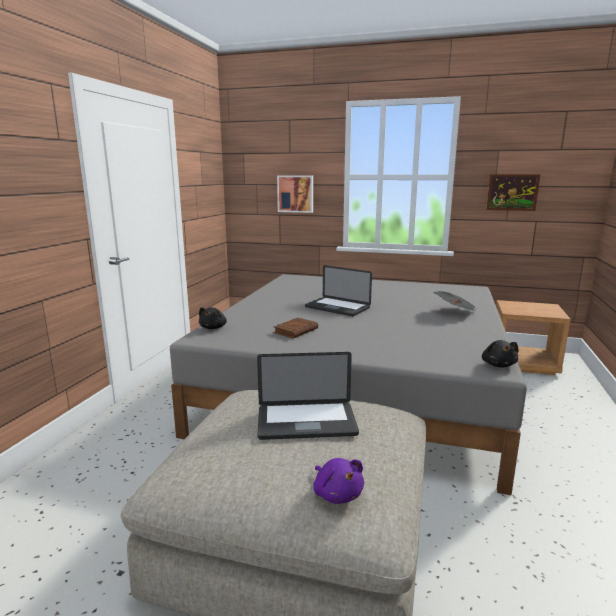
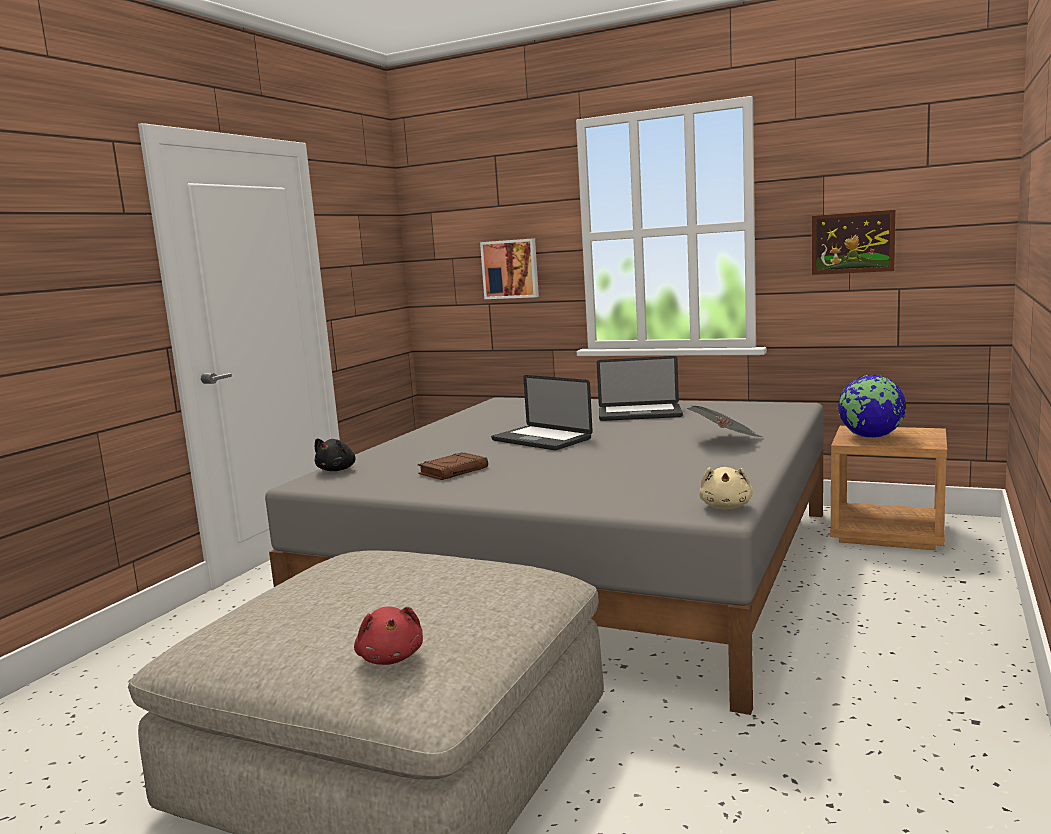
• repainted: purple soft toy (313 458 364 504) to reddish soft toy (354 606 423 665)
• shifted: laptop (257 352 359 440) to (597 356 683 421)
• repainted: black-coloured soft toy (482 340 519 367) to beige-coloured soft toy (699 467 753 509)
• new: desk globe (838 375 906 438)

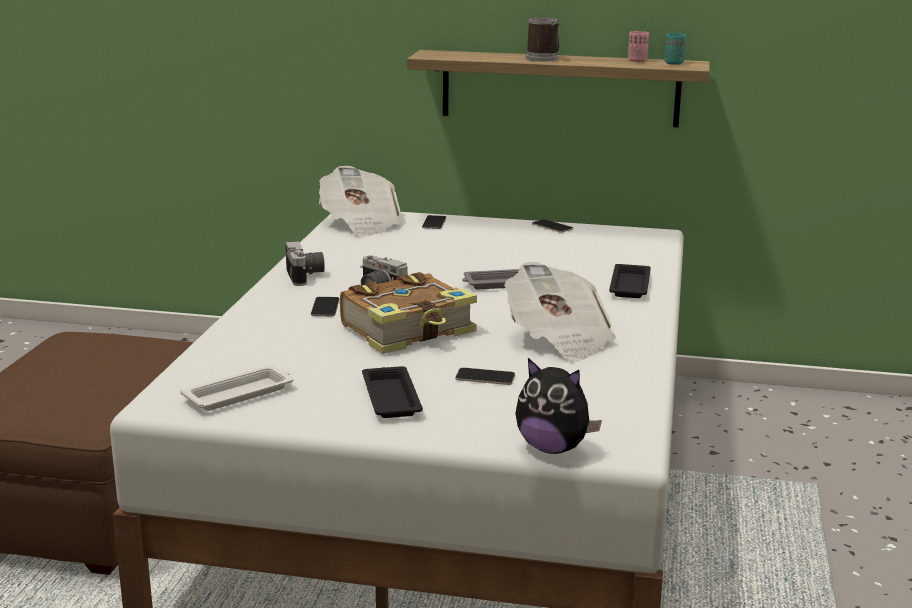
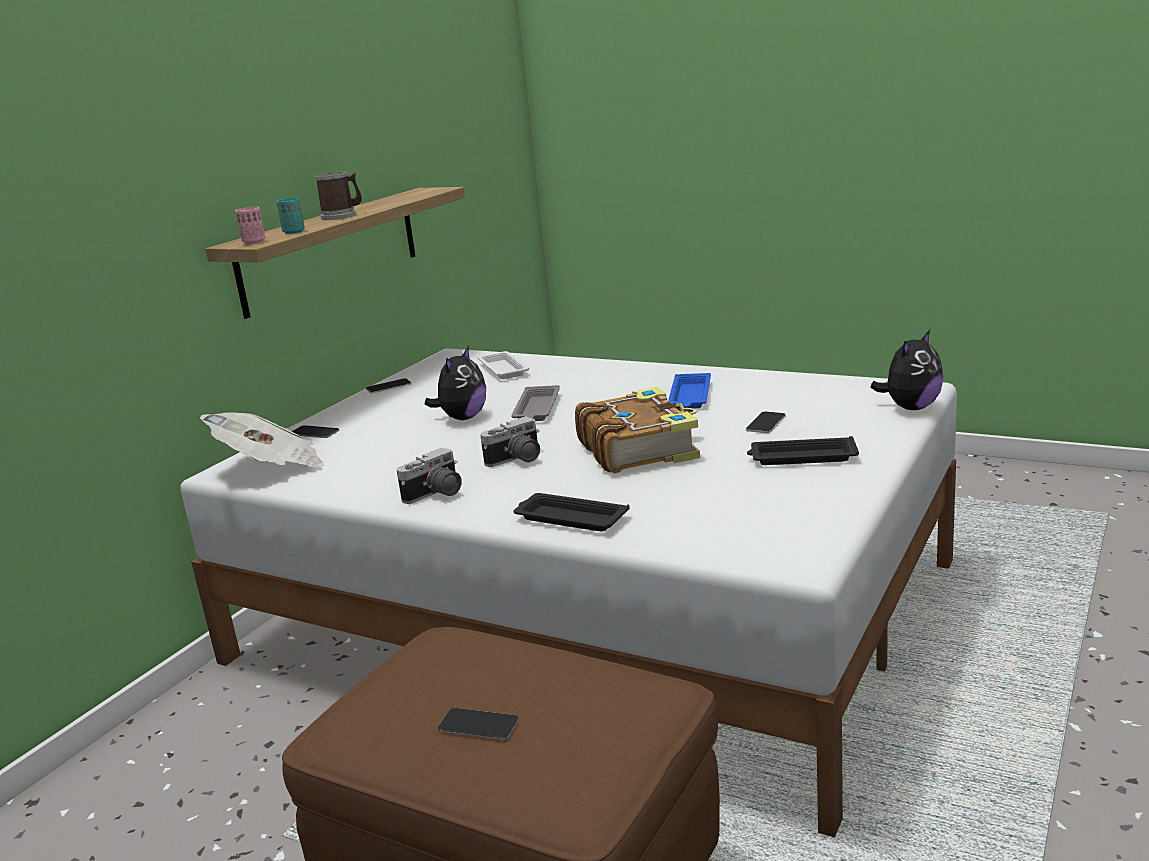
• shifted: pinkish cup (628 31 649 62) to (235 207 265 244)
• shifted: blue-green cup (664 33 686 65) to (277 198 305 234)
• rotated: still camera (285 241 325 286) = (396 447 462 504) 135 degrees clockwise
• new: soft toy (425 346 486 420)
• shifted: phone (311 297 339 316) to (438 708 519 740)
• shifted: white carrying tray (180 366 294 411) to (478 351 529 379)
• shifted: black-coloured carrying tray (609 264 651 298) to (514 493 630 532)
• swapped: daily paper (505 262 616 362) to blue carrying tray (668 373 711 409)

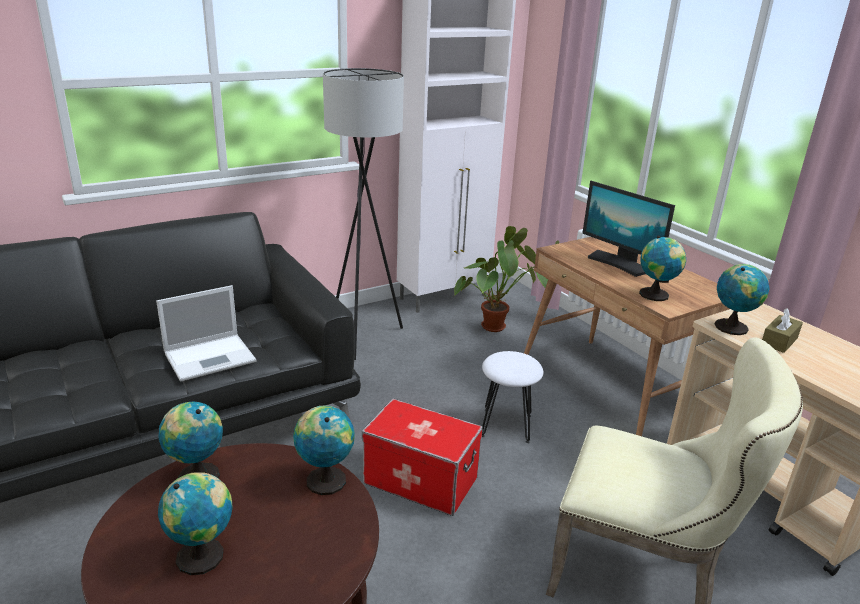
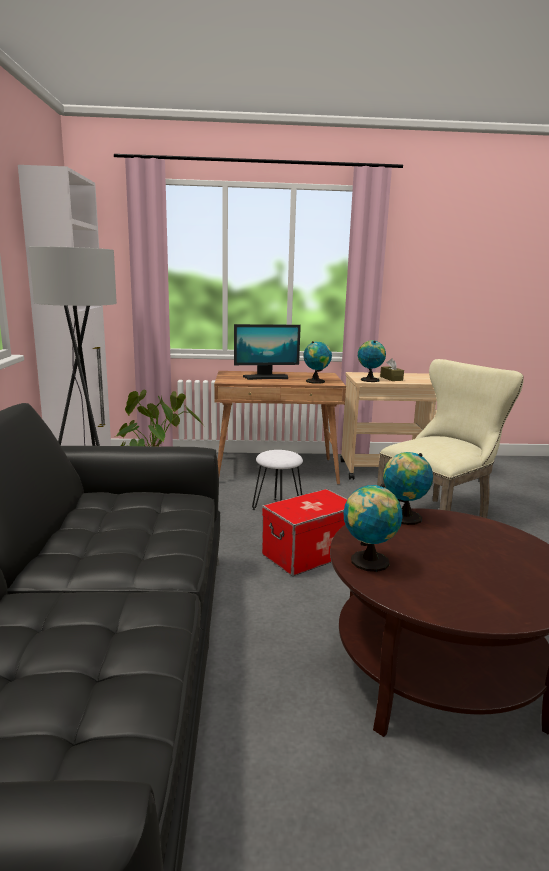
• gone: laptop (156 285 257 382)
• gone: desk globe (158 472 233 575)

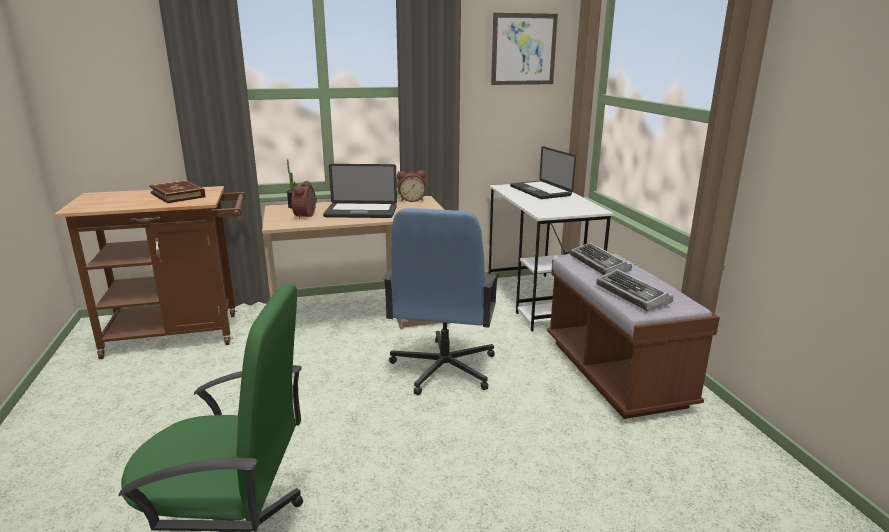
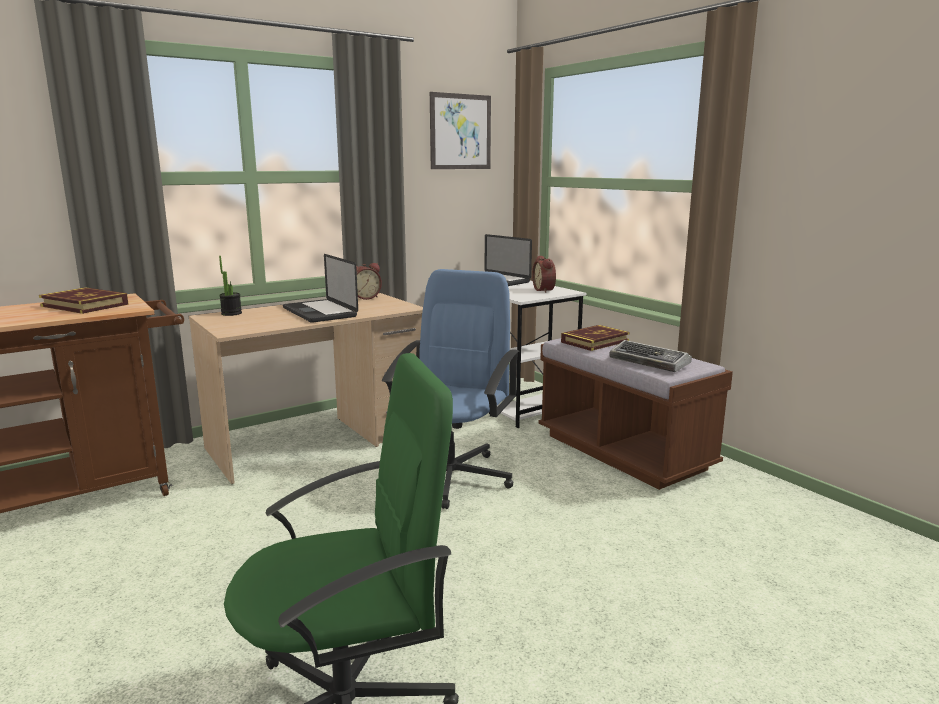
• rotated: laptop (323 164 397 218) = (283 254 358 323) 75 degrees clockwise
• rotated: blue computer chair (383 208 499 395) = (382 269 519 509) 150 degrees counterclockwise
• shifted: bedside clock (291 180 317 219) to (532 255 556 293)
• swapped: keyboard (570 243 632 275) to volume (561 325 630 351)

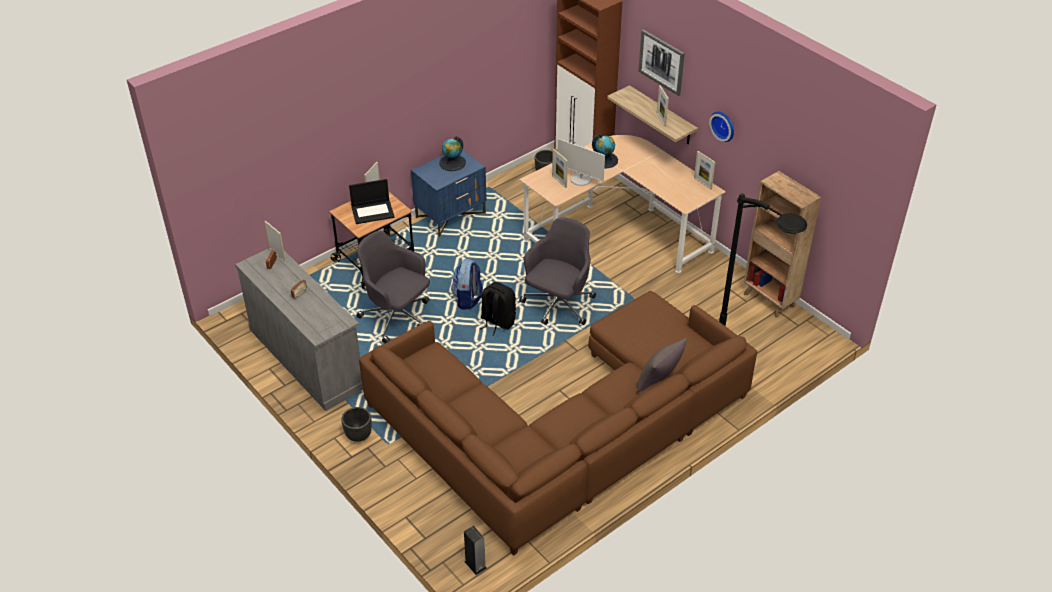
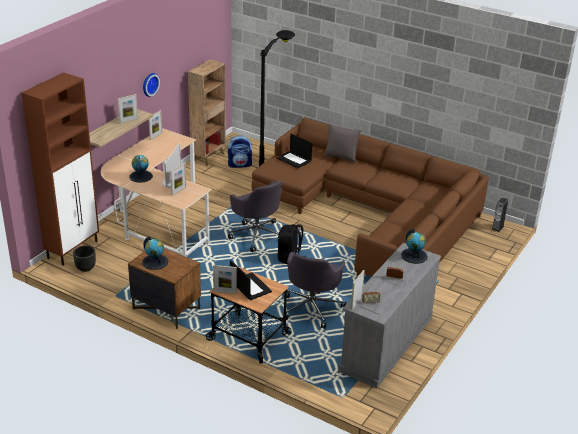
• repainted: blue nightstand (411 150 487 237) to brownish nightstand (128 248 201 329)
• shifted: rucksack (451 258 483 310) to (228 135 252 168)
• rotated: gray computer chair (519 217 596 325) = (228 181 282 252) 135 degrees counterclockwise
• new: laptop (277 134 313 168)
• new: desk globe (401 229 428 264)
• gone: black-coloured flower pot (341 407 372 442)
• gone: wall picture (638 29 685 96)

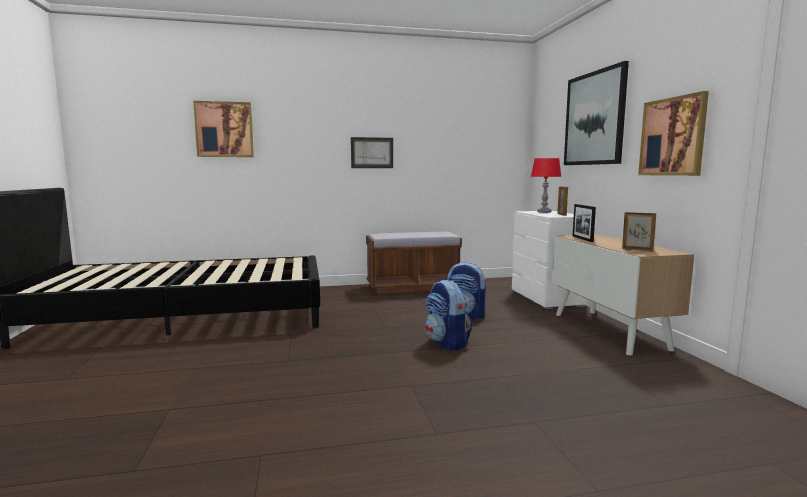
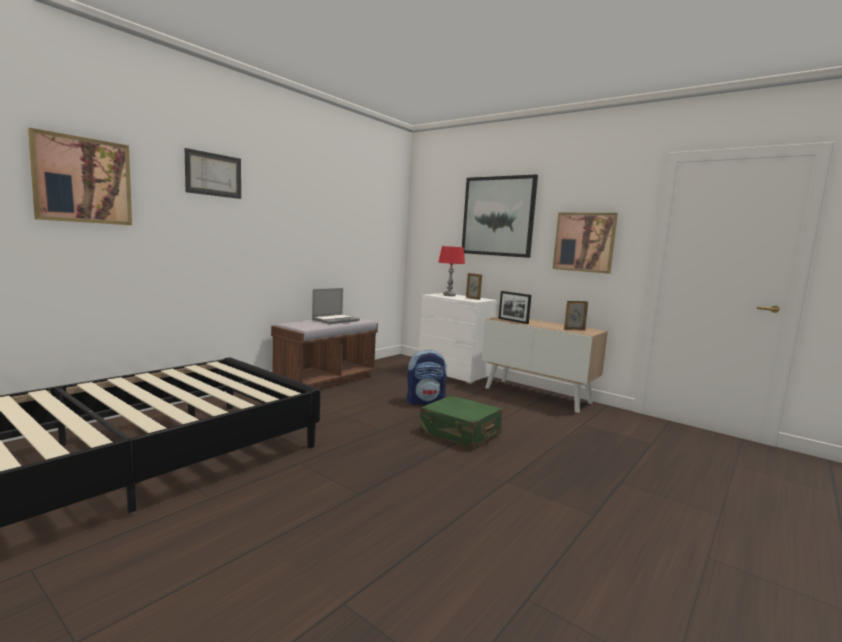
• shifted: wall picture (351 137 393 168) to (185 148 241 199)
• new: laptop (312 288 360 324)
• swapped: rucksack (425 280 472 351) to green-coloured piece of luggage (420 395 503 449)

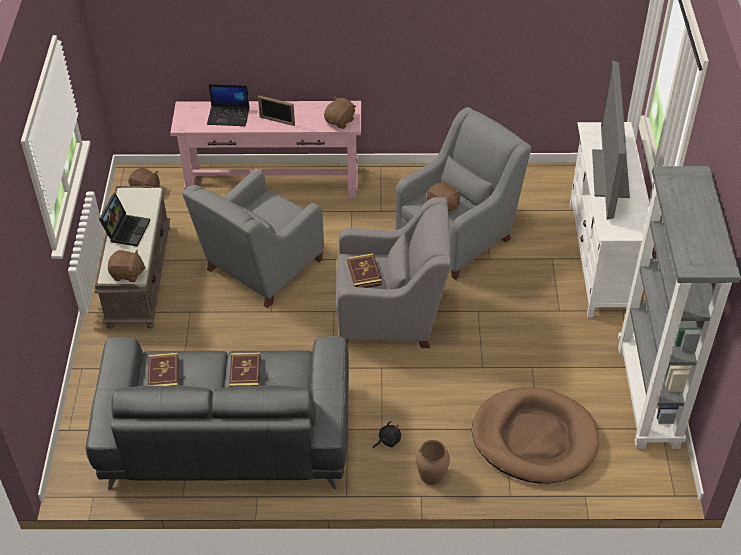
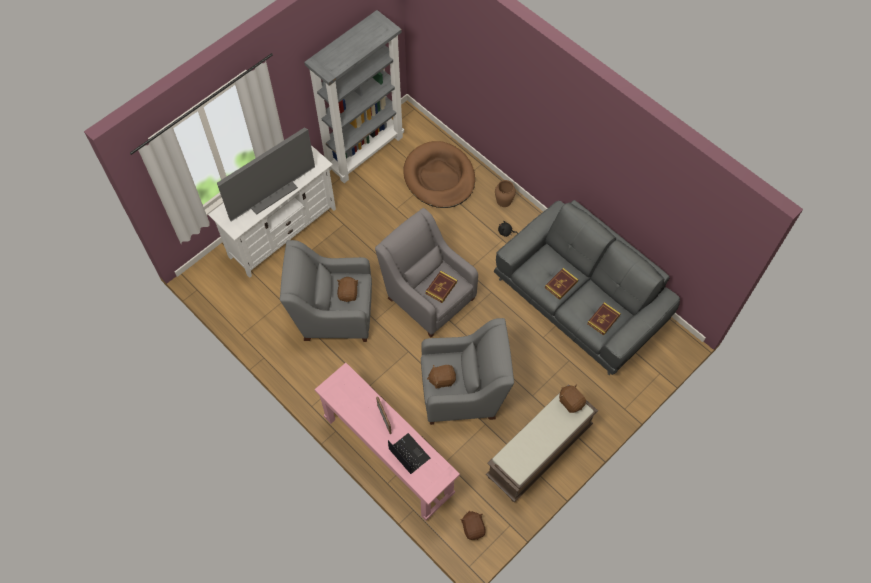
• shifted: brownish soft toy (324 97 356 129) to (427 365 456 389)
• gone: laptop (99 193 151 246)

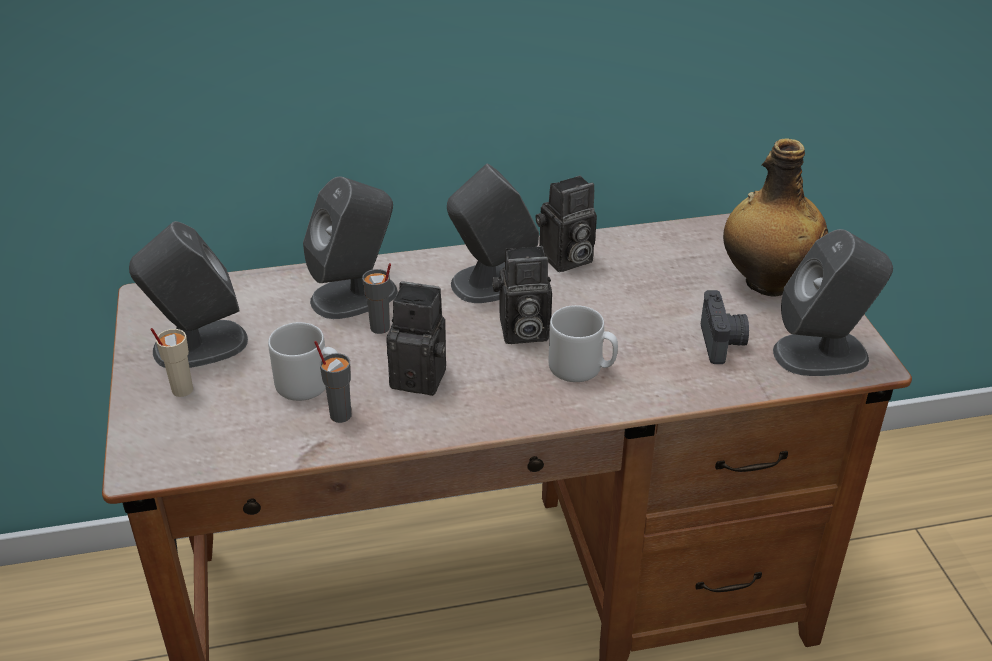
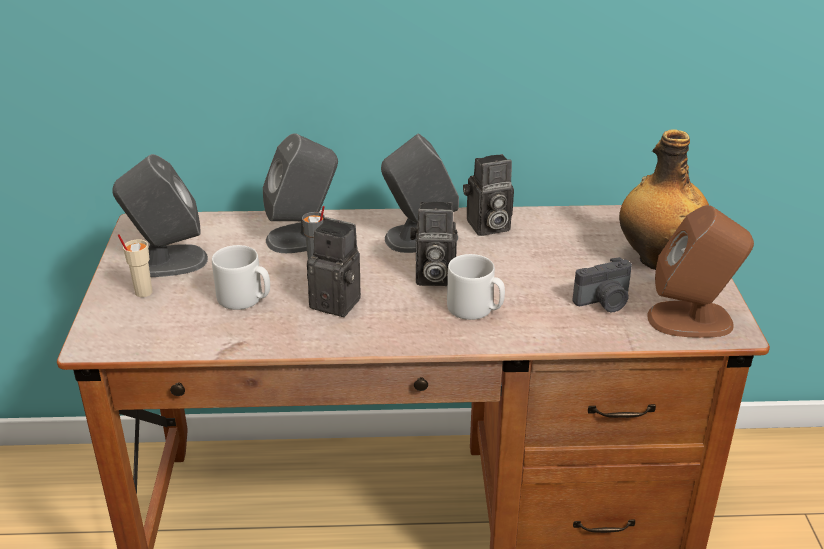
• rotated: still camera (701 290 749 364) = (572 257 632 312) 60 degrees clockwise
• repainted: gray loudspeaker (773 229 893 376) to brownish loudspeaker (647 205 754 338)
• gone: gray cup (314 341 351 423)

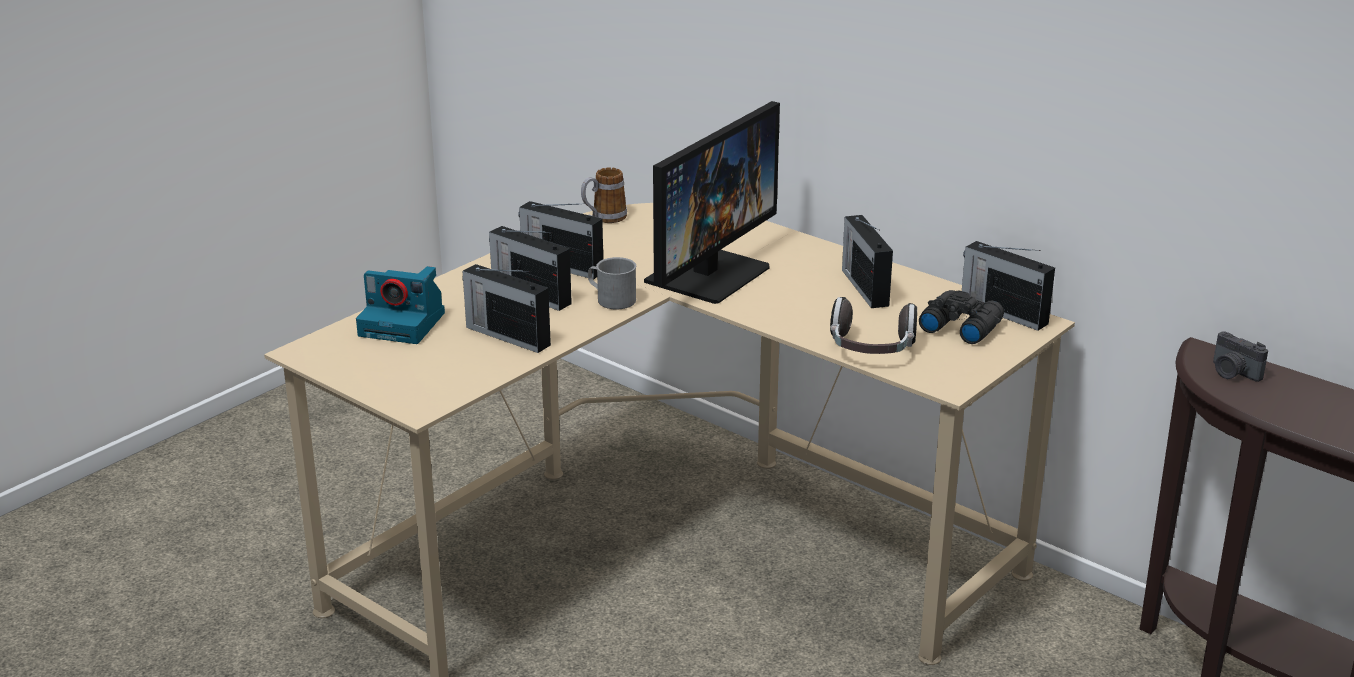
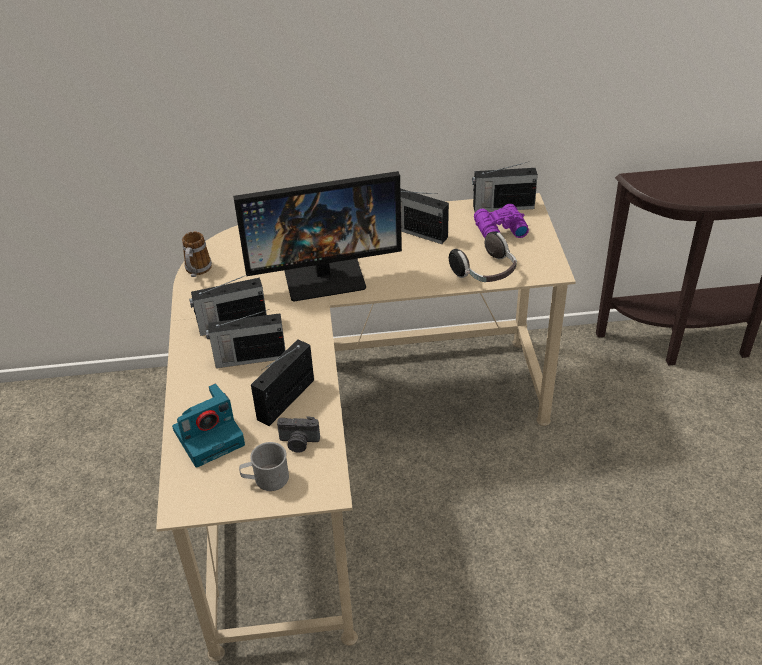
• rotated: monitor (644 101 780 304) = (233 171 402 302) 90 degrees clockwise
• shifted: gray coffee mug (588 257 636 309) to (239 442 289 491)
• rotated: radio set (462 264 551 353) = (251 339 314 426) 135 degrees clockwise
• shifted: still camera (1213 331 1268 382) to (277 416 320 452)
• repainted: black-coloured pair of binoculars (919 290 1004 344) to purple pair of binoculars (474 204 529 238)

